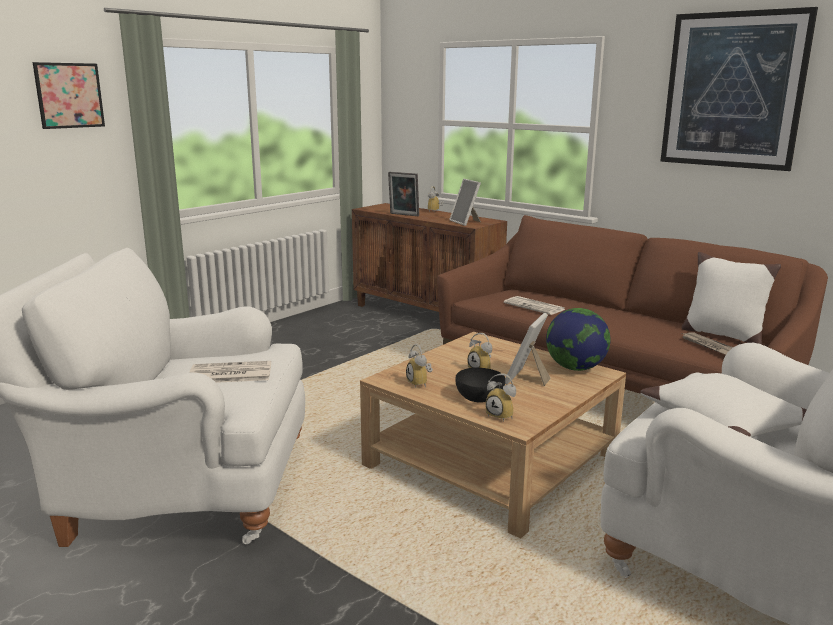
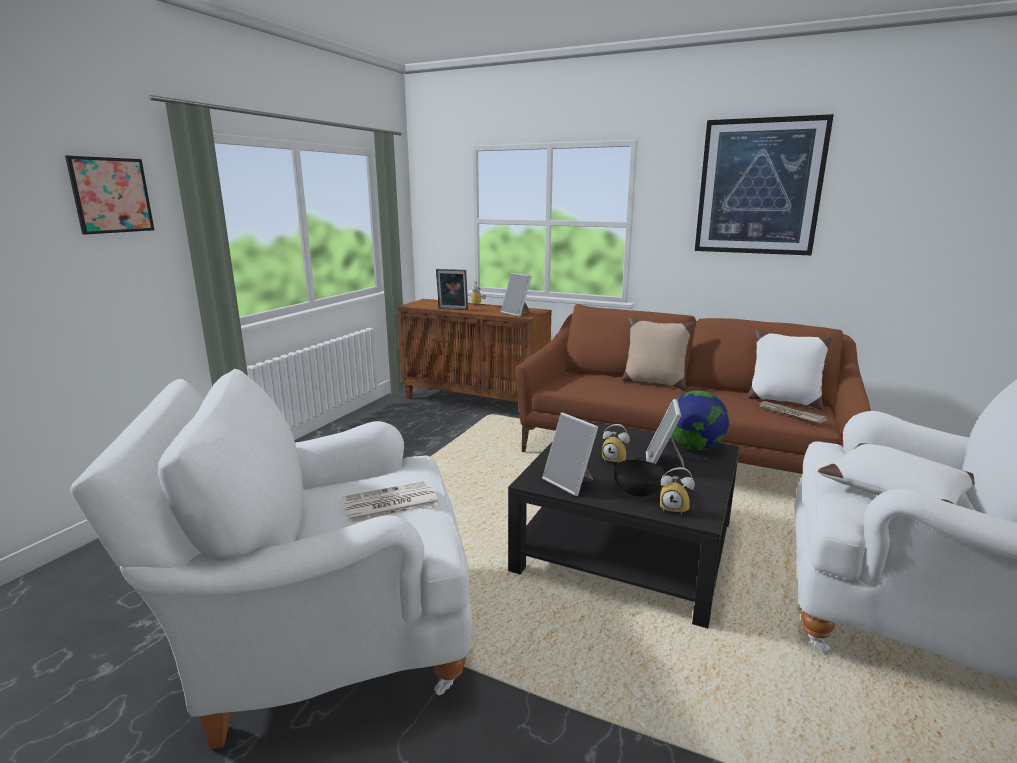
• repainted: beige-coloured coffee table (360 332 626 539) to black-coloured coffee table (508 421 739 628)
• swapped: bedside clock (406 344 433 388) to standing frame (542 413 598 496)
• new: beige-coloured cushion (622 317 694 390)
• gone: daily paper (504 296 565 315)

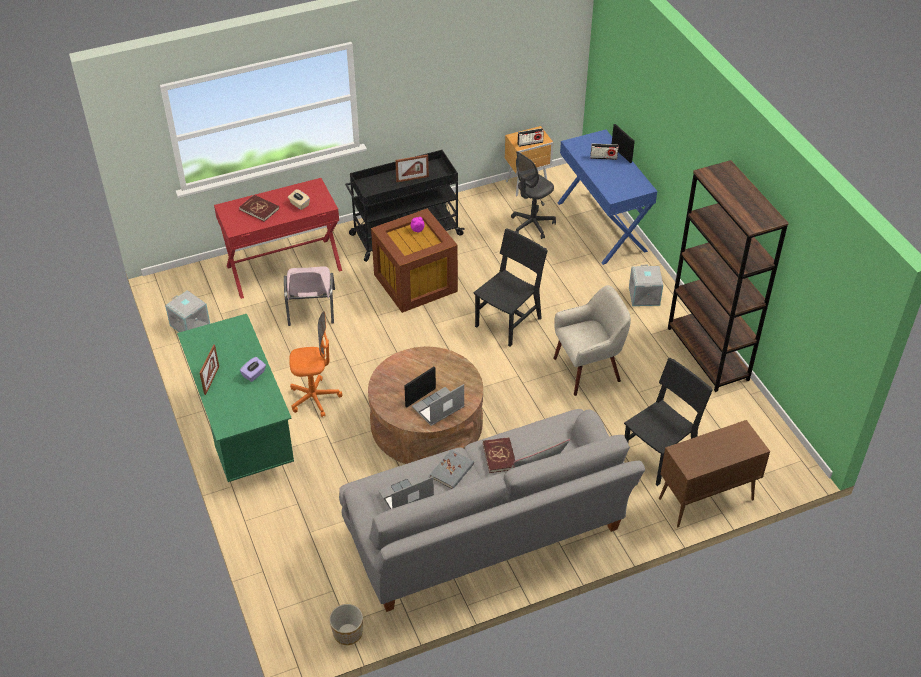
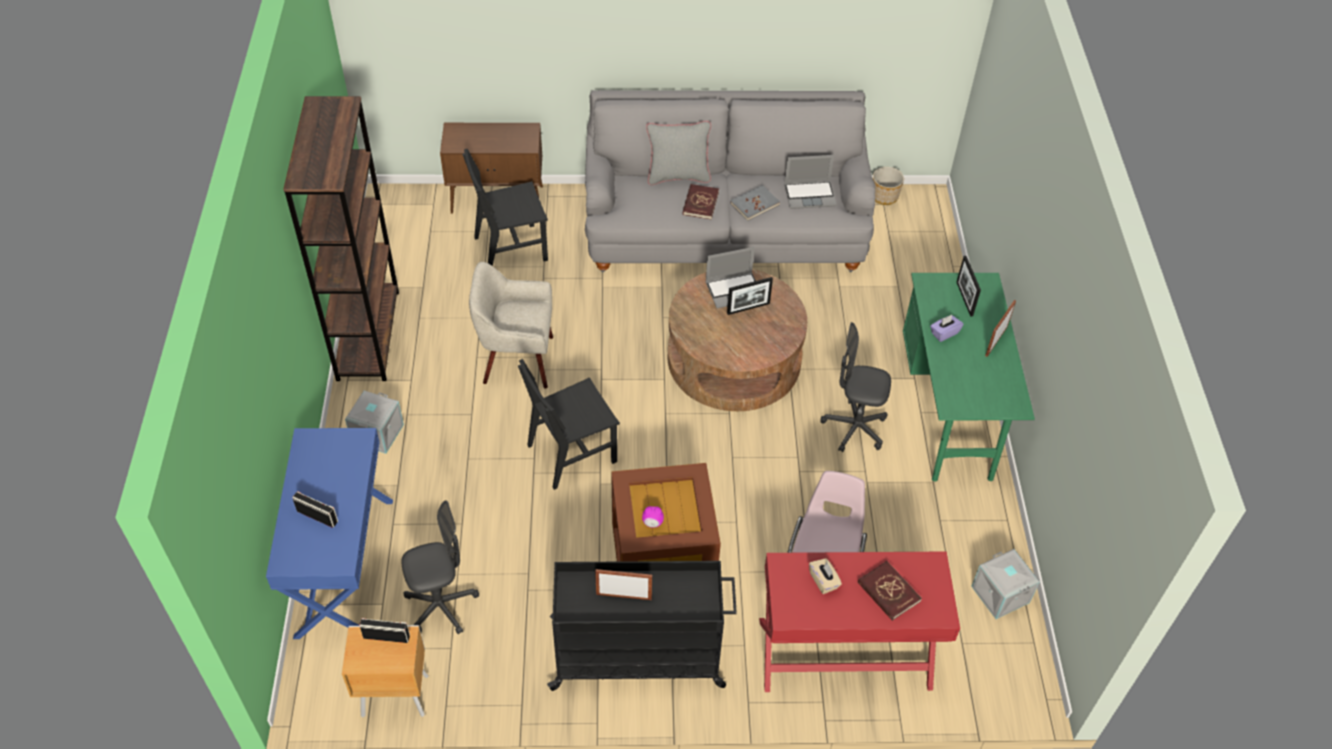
• repainted: orange-coloured computer chair (289 311 342 417) to gray computer chair (820 322 891 452)
• shifted: standing frame (612 124 635 163) to (957 256 981 317)

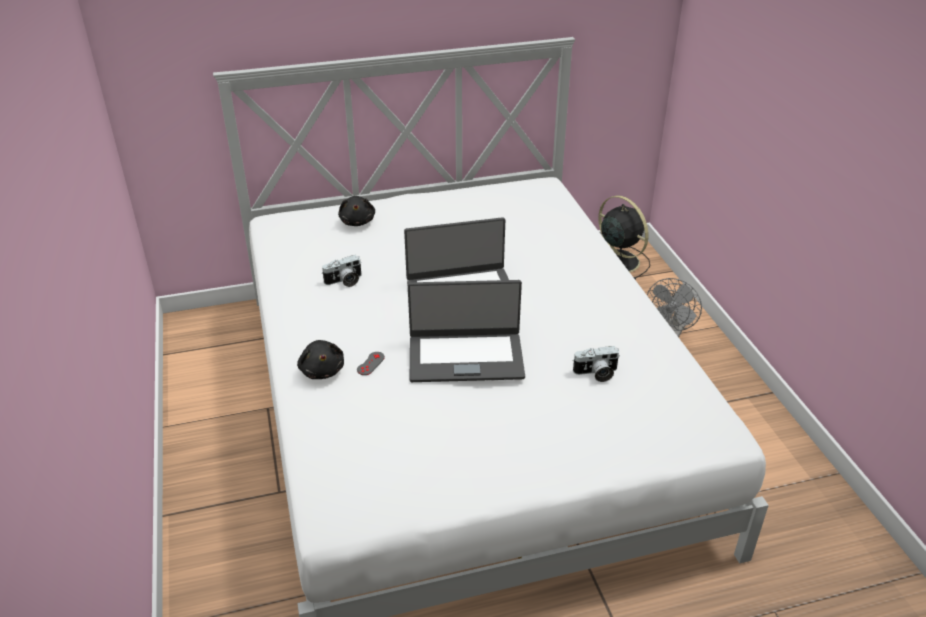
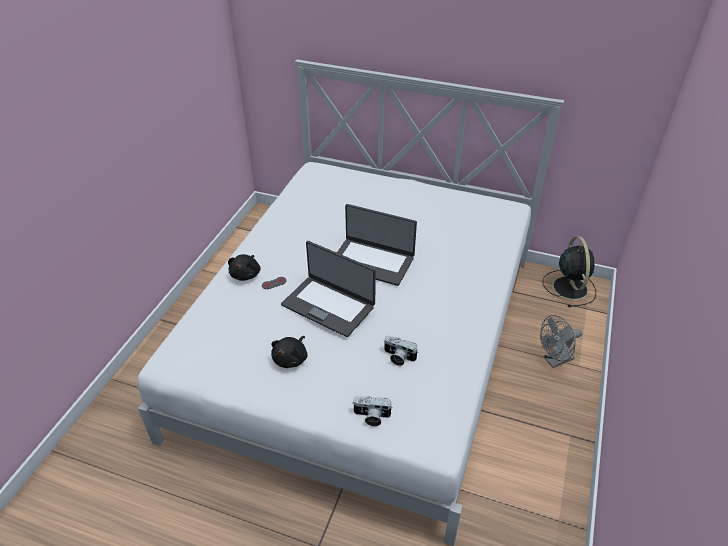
• shifted: black-coloured soft toy (338 196 375 226) to (271 336 308 368)
• shifted: still camera (322 255 362 287) to (352 396 393 426)

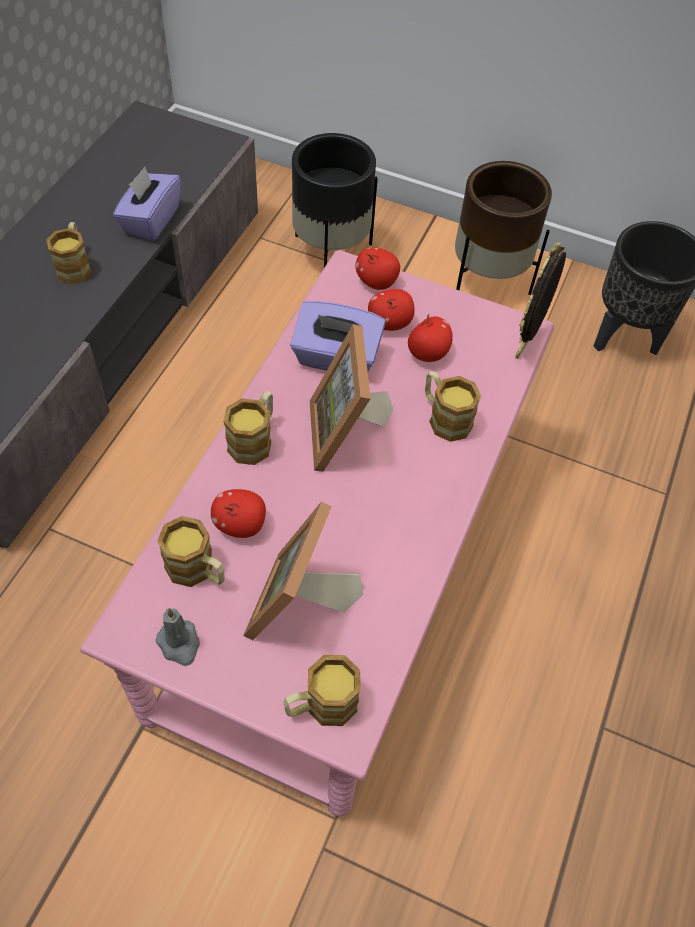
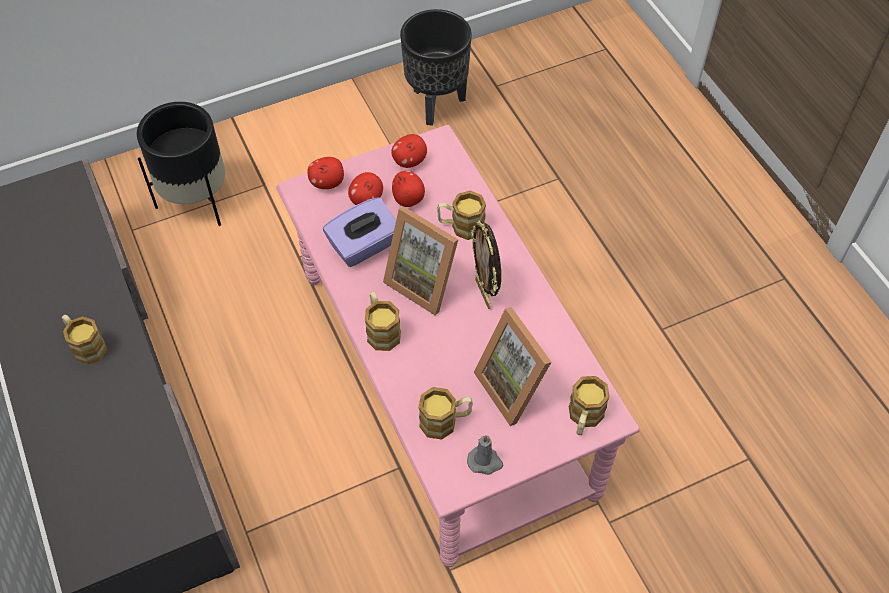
• shifted: apple fruit (211 489 266 538) to (391 134 427 168)
• shifted: standing frame (515 242 566 359) to (471 220 501 309)
• gone: purple box of tissues (113 167 181 241)
• gone: brownish flower pot (455 161 552 295)

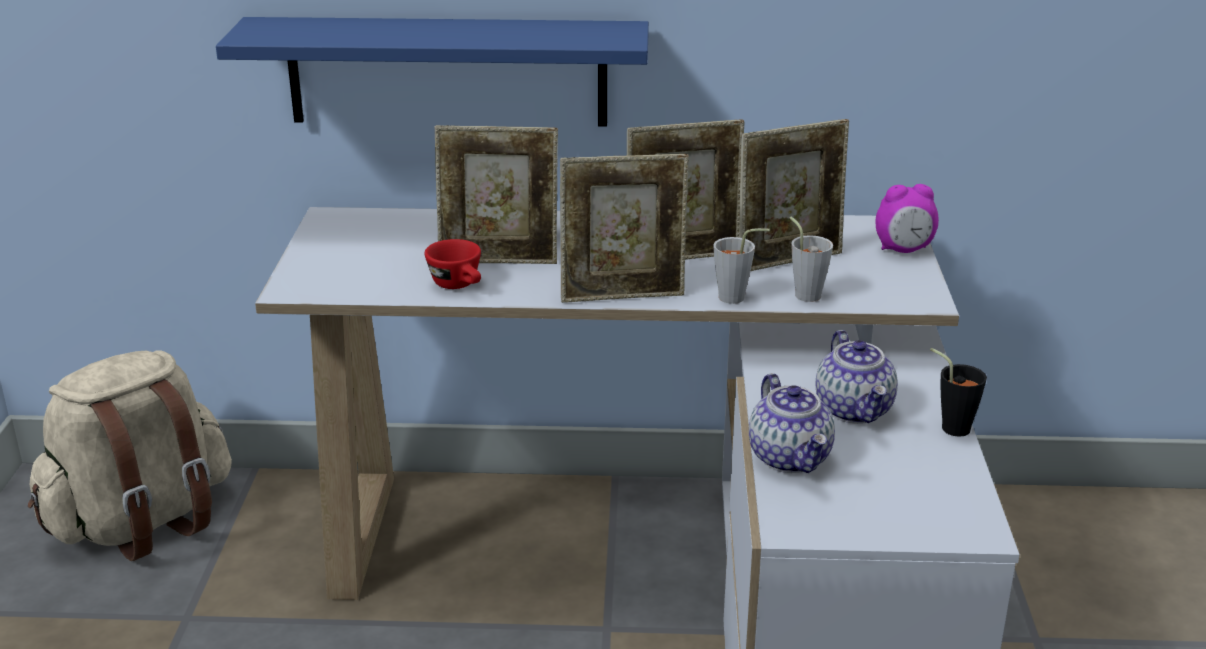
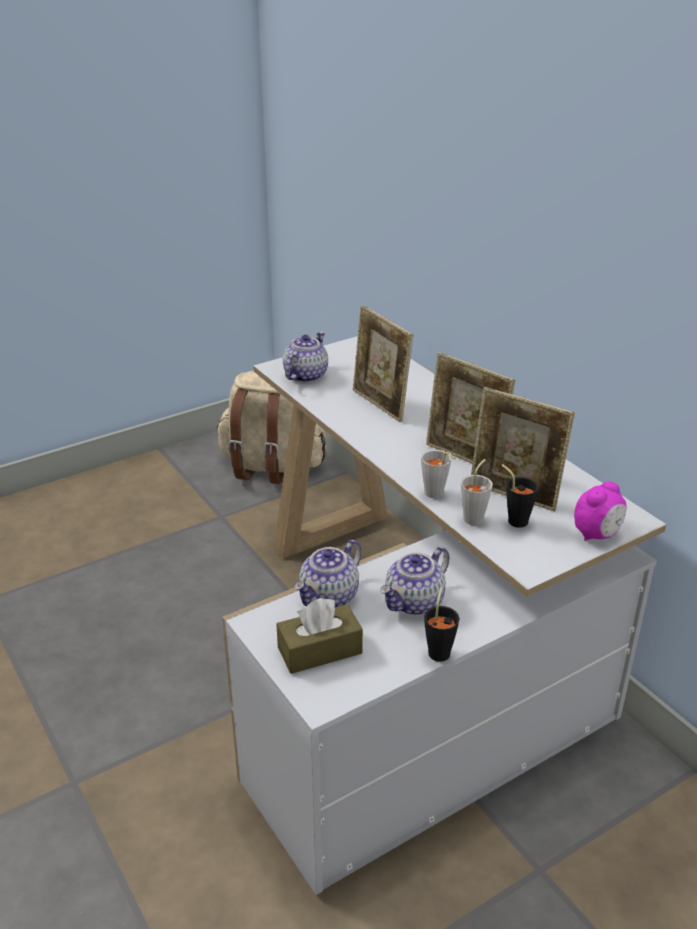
• new: brownish box of tissues (276 598 363 674)
• new: teapot (283 332 328 383)
• new: black-coloured cup (501 464 538 528)
• rotated: bedside clock (876 184 939 253) = (574 481 627 541) 90 degrees counterclockwise
• gone: blue bracket shelf (216 17 649 127)
• gone: reddish cup (425 239 481 289)
• gone: standing frame (560 154 689 303)

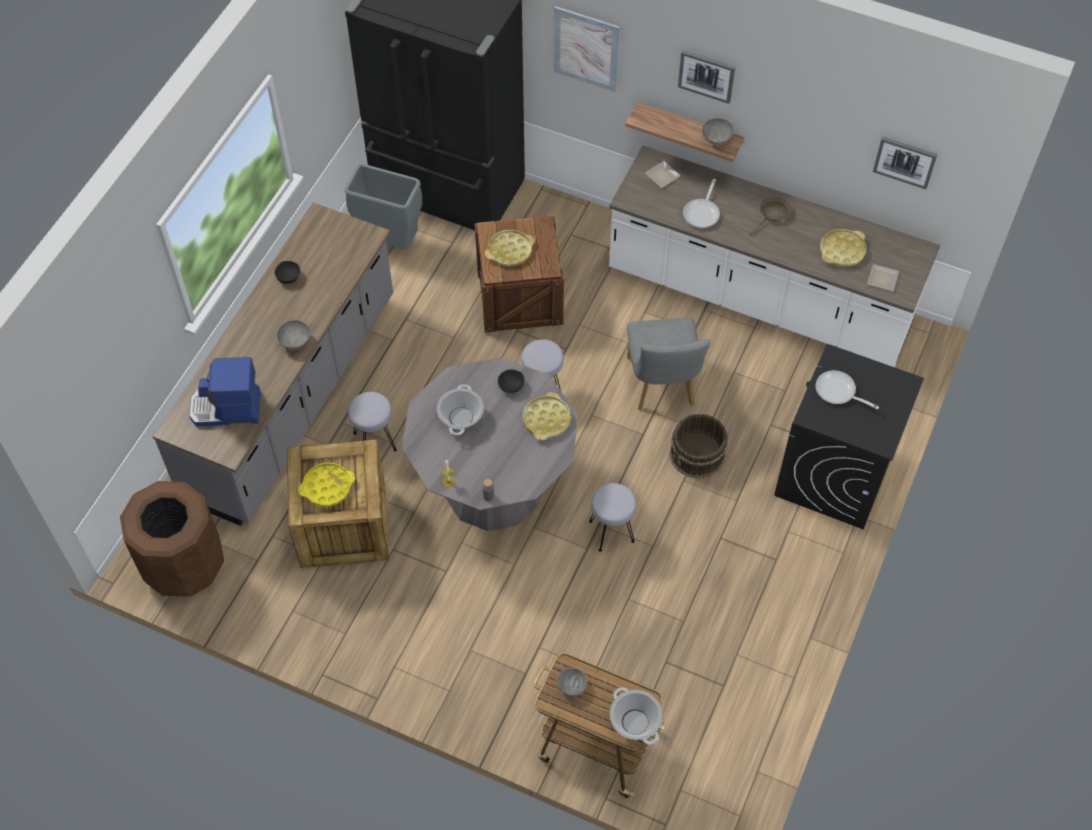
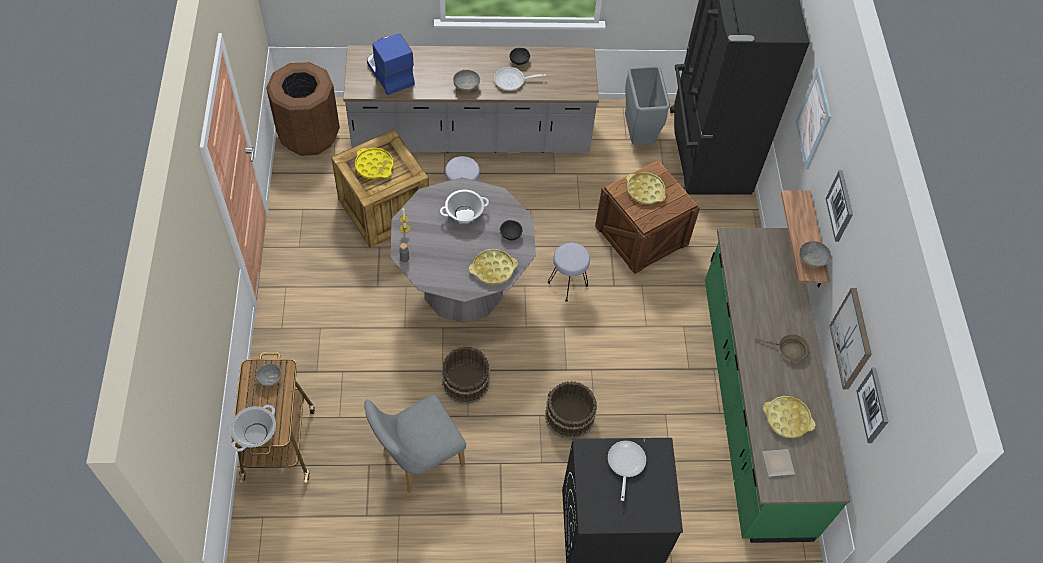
• shifted: gray upright chair (627 317 711 410) to (364 395 466 493)
• swapped: gray stool (589 483 636 551) to brownish water bucket (441 347 490 404)
• shifted: pan (683 179 720 228) to (494 67 546 91)
• repainted: white kitchen counter (609 146 940 367) to green-coloured kitchen counter (705 228 850 543)
• new: wall picture (829 288 872 389)
• gone: dinner plate (645 161 680 188)

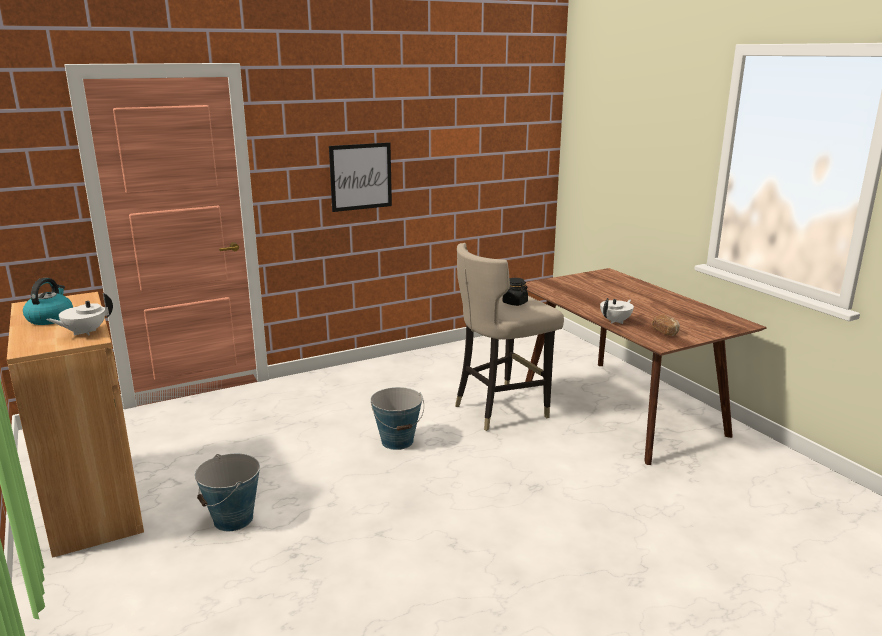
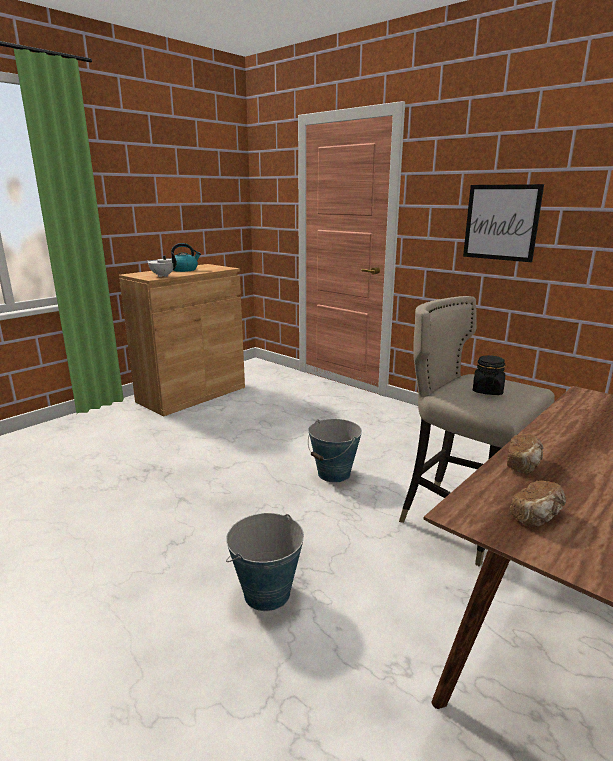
• shifted: water bucket (195 454 260 531) to (226 513 304 611)
• swapped: white teapot (600 298 634 324) to bakery bread (507 434 544 473)

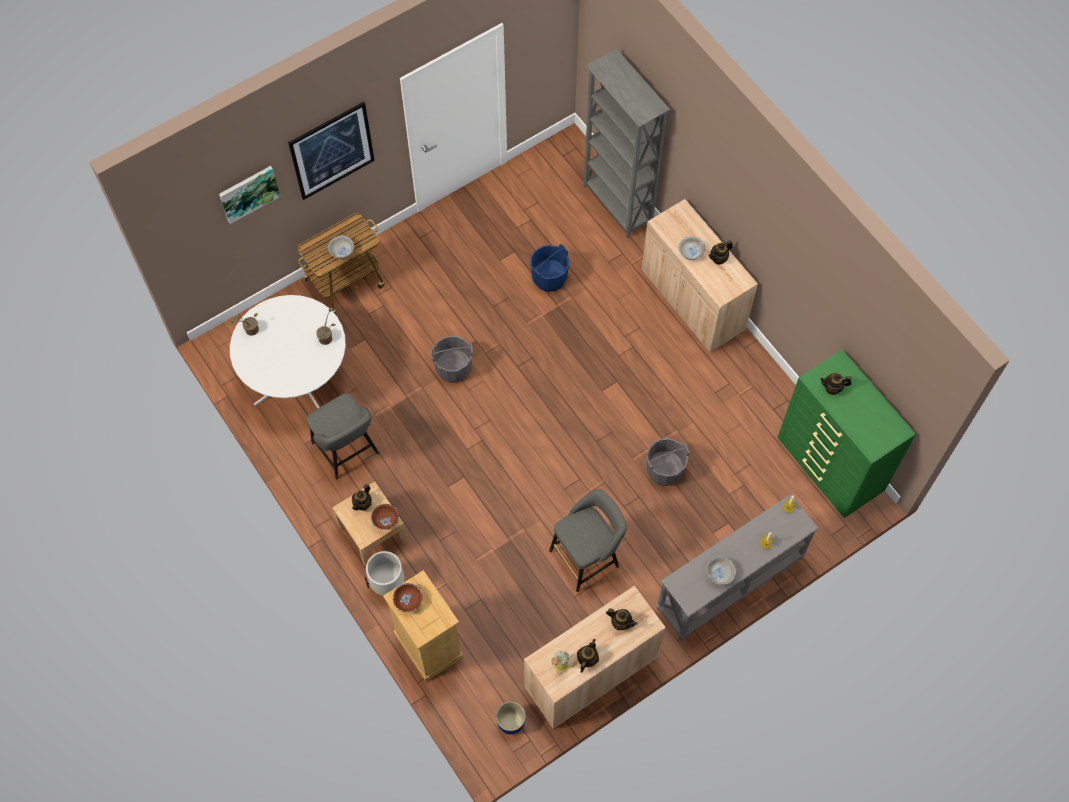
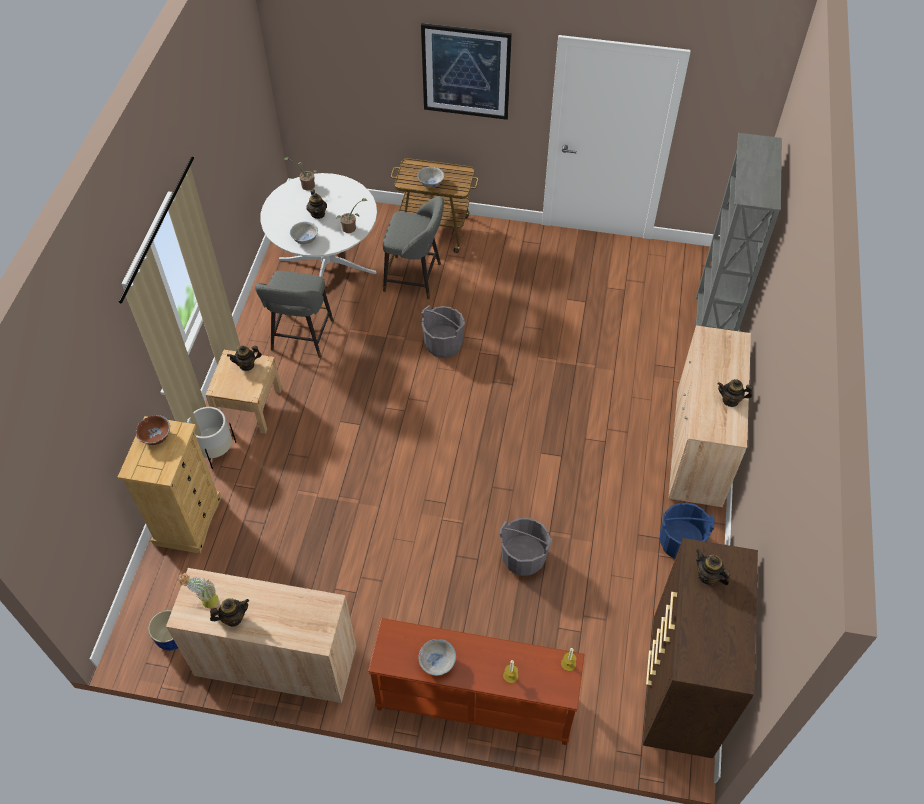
• shifted: white bowl (679 237 705 260) to (290 222 318 244)
• shifted: teapot (606 608 637 630) to (306 189 327 219)
• repainted: gray hall table (656 494 818 641) to brownish hall table (368 618 584 745)
• shifted: gray stool (549 489 627 592) to (383 196 444 299)
• repainted: green-coloured dresser (778 349 916 518) to brownish dresser (643 538 758 758)
• shifted: blue water bucket (531 244 569 292) to (660 502 714 559)
• gone: wall picture (219 166 280 224)
• gone: brownish bowl (370 504 399 530)

